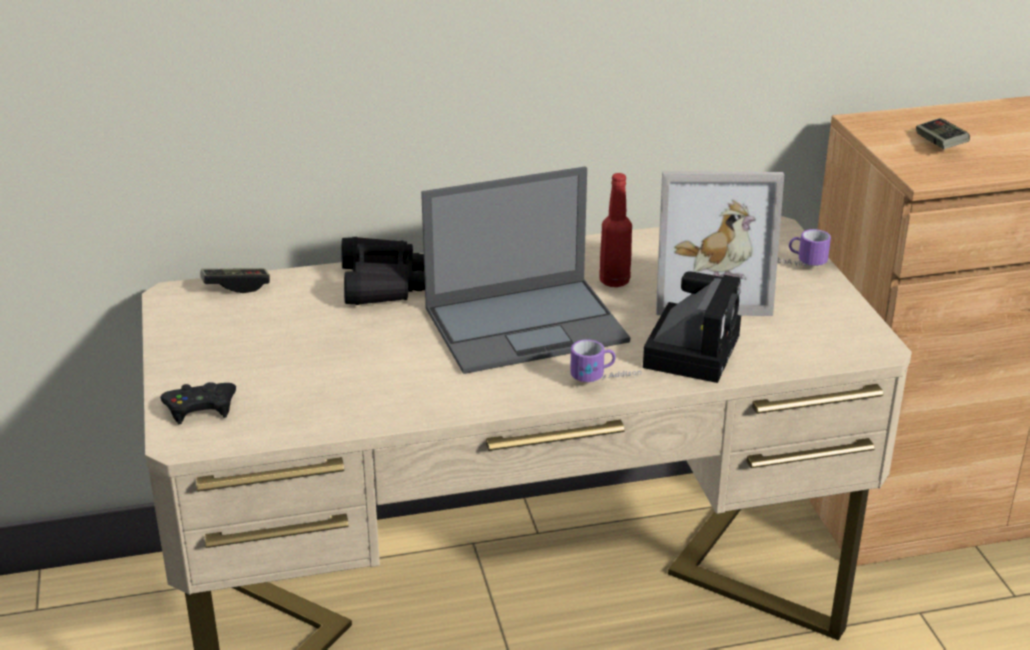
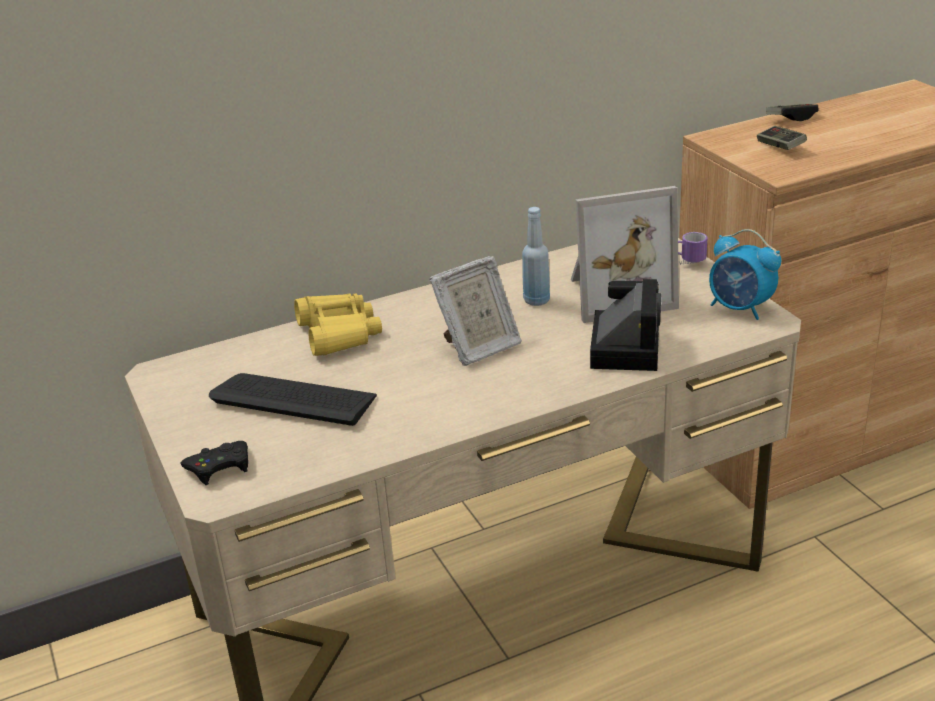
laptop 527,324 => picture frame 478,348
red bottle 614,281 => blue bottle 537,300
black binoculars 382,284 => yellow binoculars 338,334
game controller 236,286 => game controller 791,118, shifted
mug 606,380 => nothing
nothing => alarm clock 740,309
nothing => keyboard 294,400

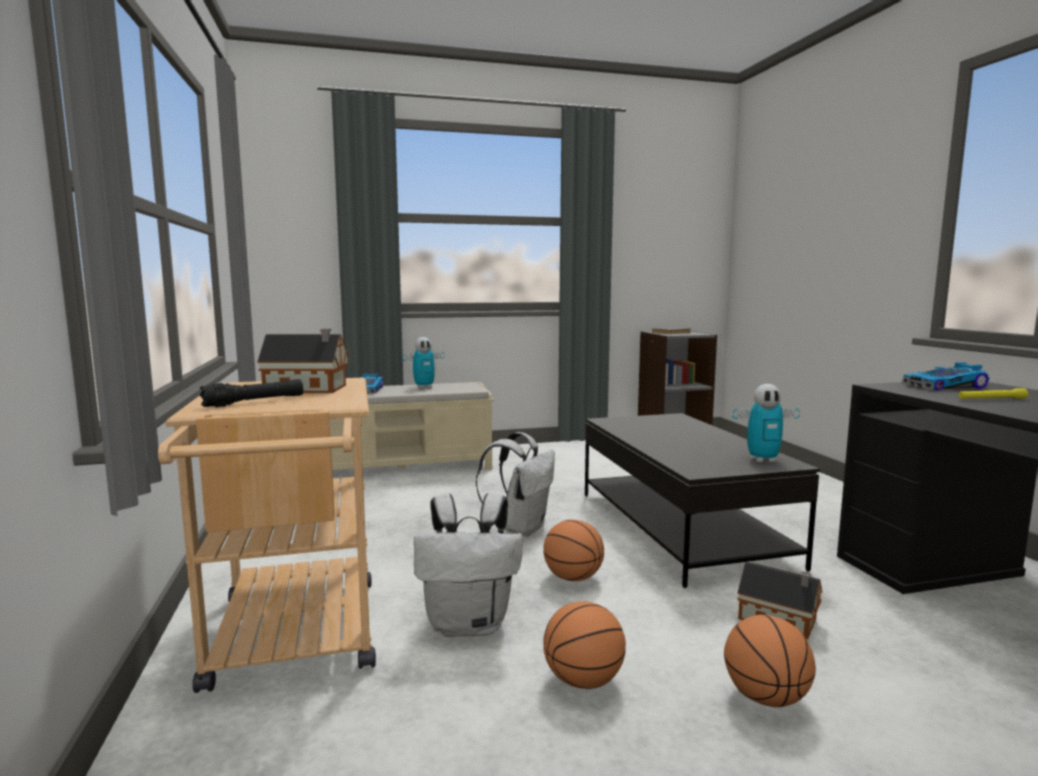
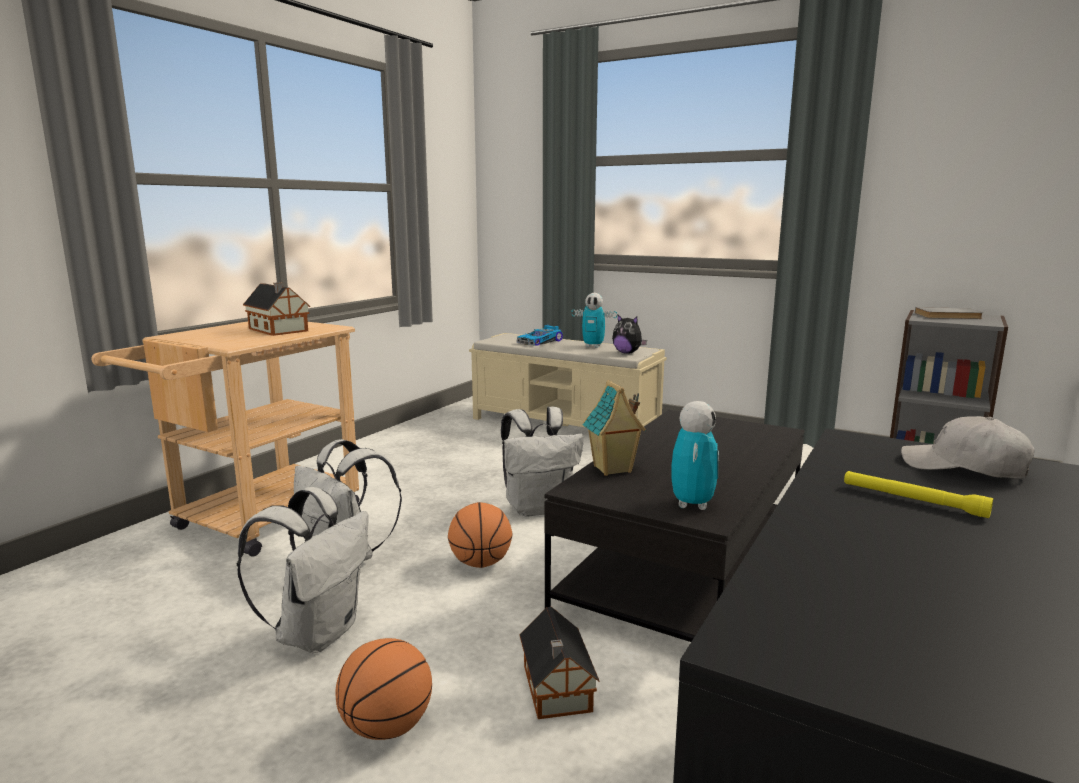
toy car 945,386 => white cap 964,467
black flashlight 254,402 => nothing
toy robot 763,460 => toy robot 692,504, 120 degrees counterclockwise
basketball 583,681 => white backpack 317,633
nothing => plush toy 627,353
nothing => toy house 612,469

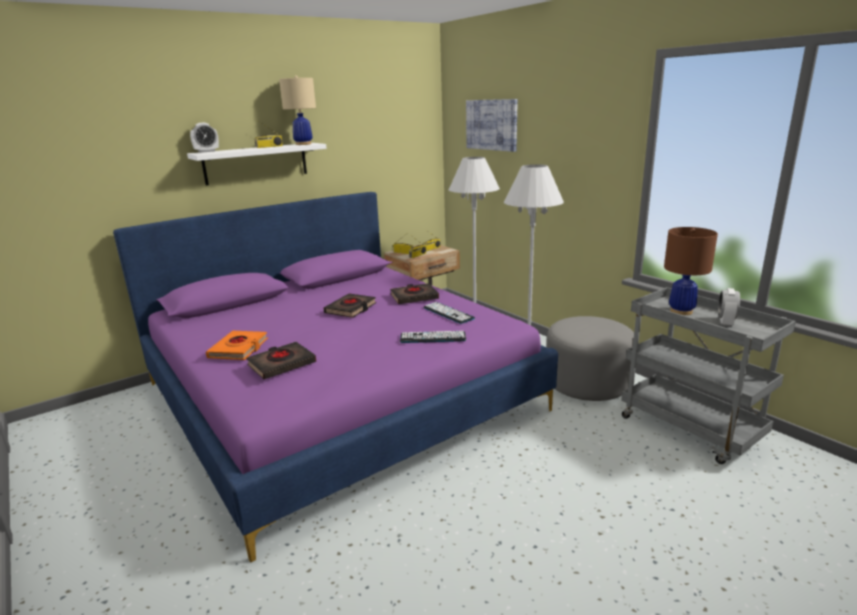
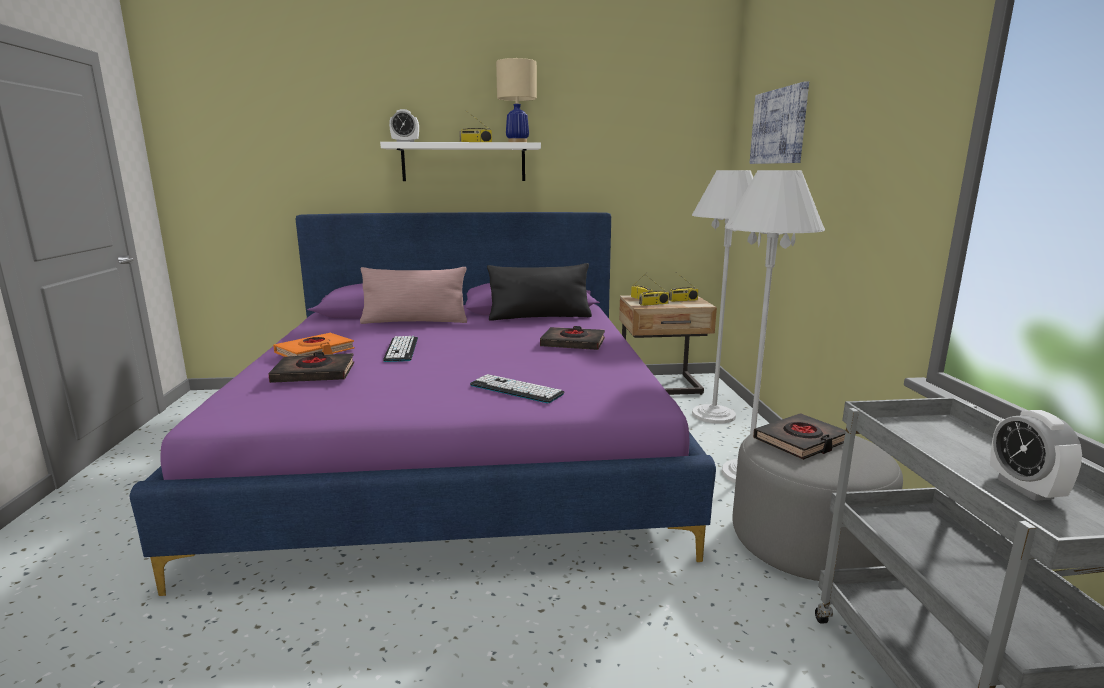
brown table lamp 681,311 => nothing
alarm clock 725,323 => alarm clock 1025,488, 60 degrees counterclockwise
black book 351,309 => black book 800,441, shifted
keyboard 448,313 => keyboard 401,349, shifted
nothing => black pillow 540,317
nothing => pink pillow 415,321

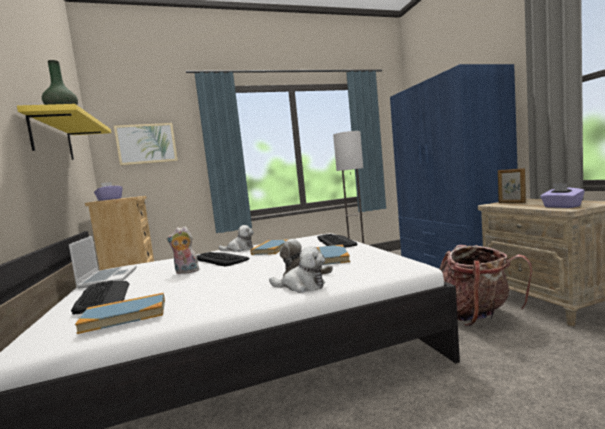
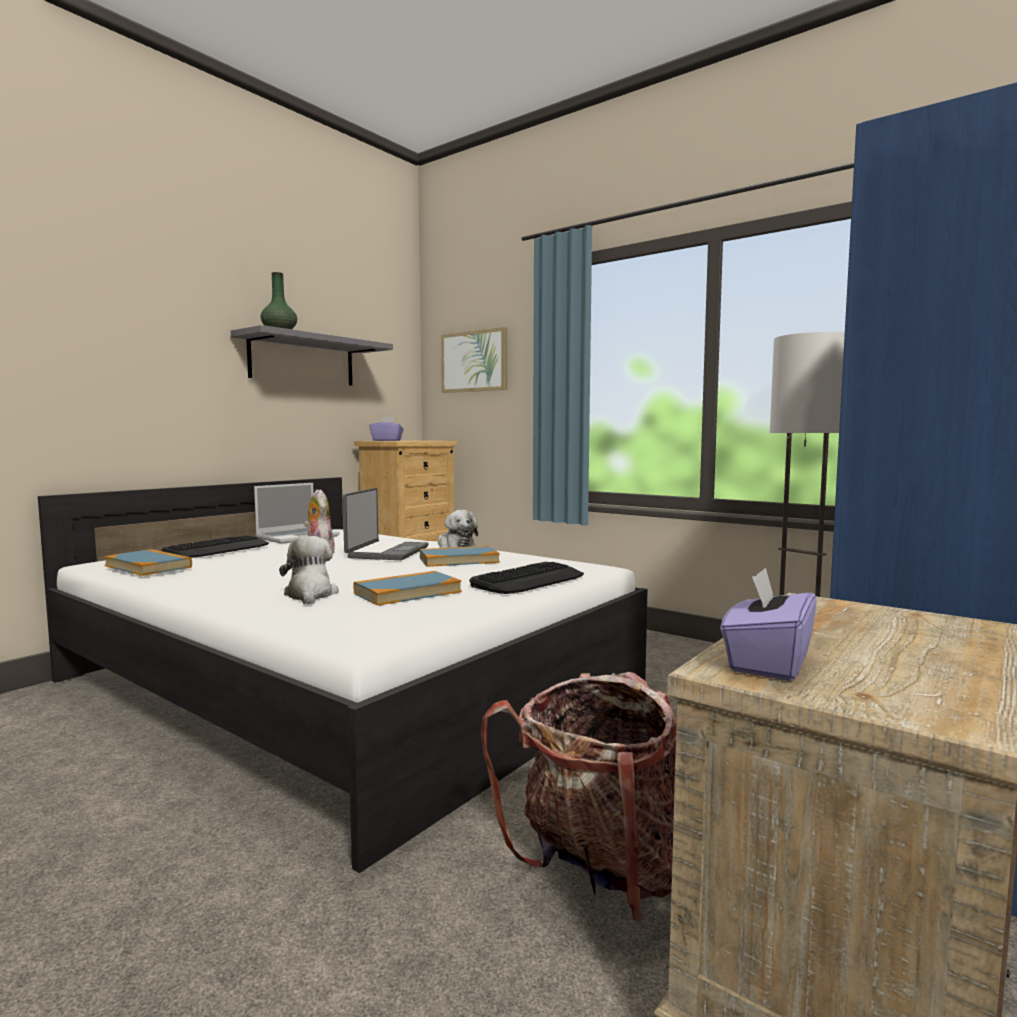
yellow shelf 52,138 => grey shelf 302,360
picture frame 511,203 => nothing
plush toy 302,286 => nothing
keyboard 221,259 => laptop 386,552

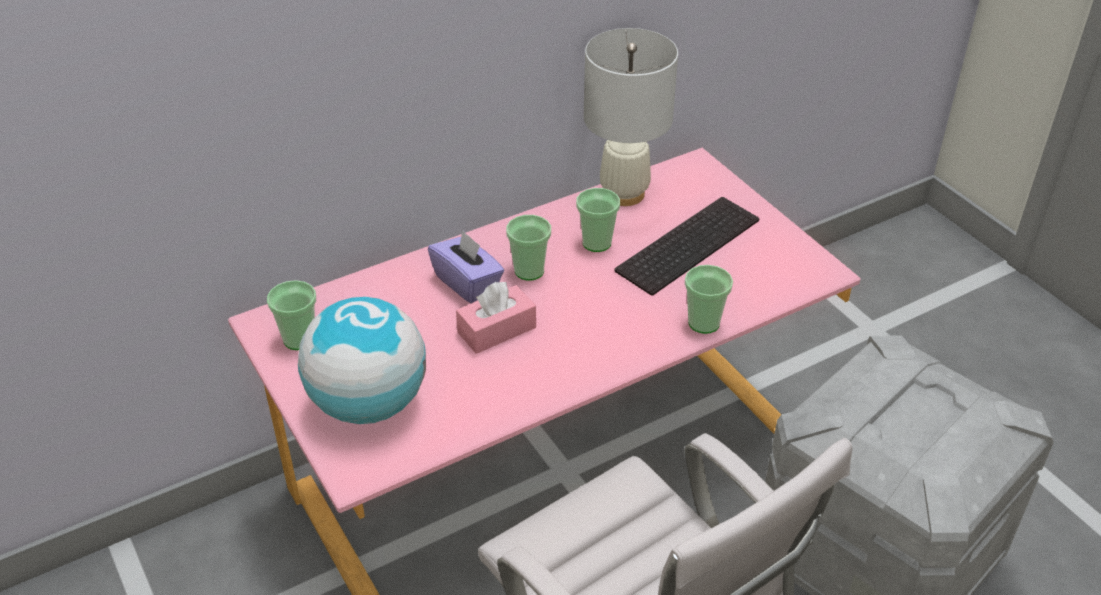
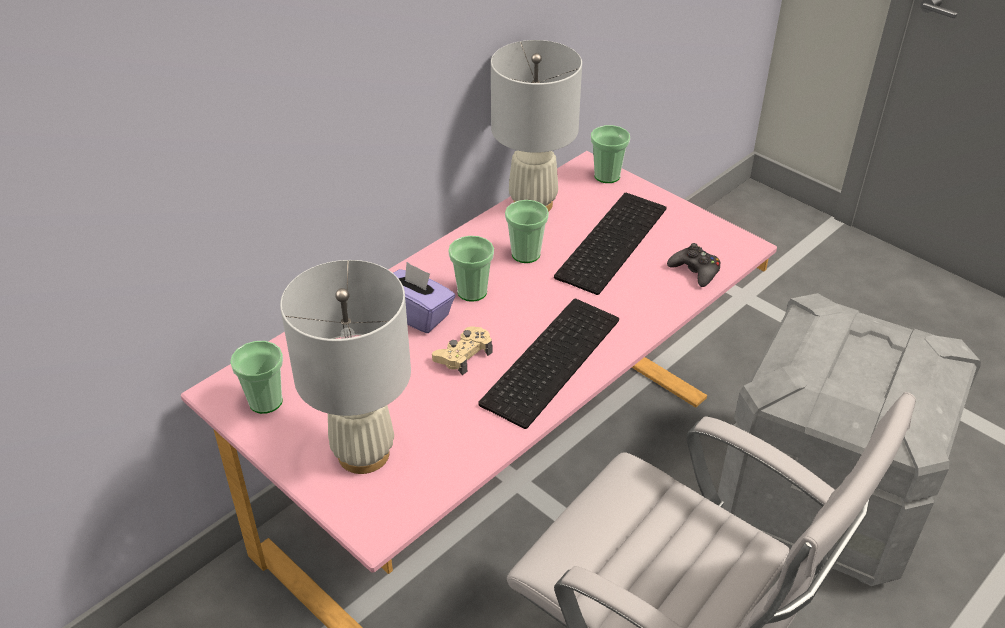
cup 704,323 => cup 607,176, shifted
pink tissue box 496,330 => beige game controller 463,355
globe 368,404 => white table lamp 363,453
nothing => black game controller 695,271
nothing => keyboard 549,358

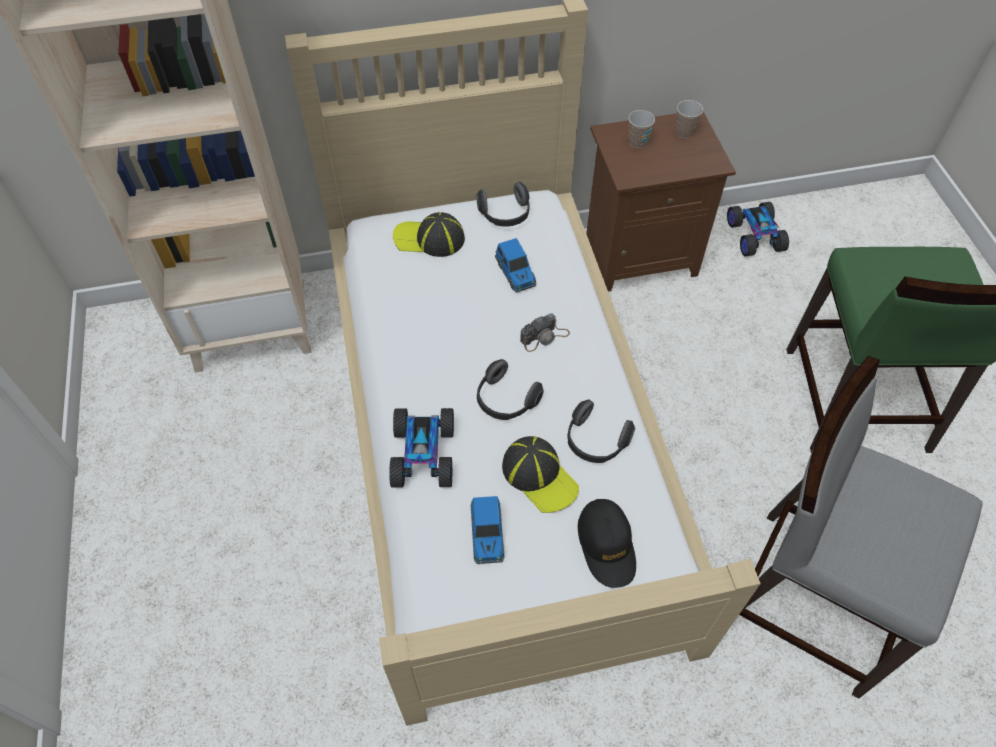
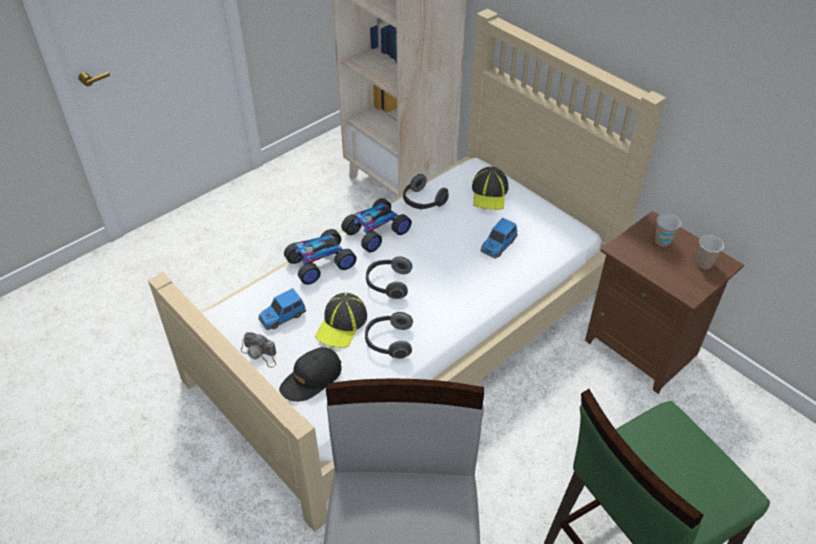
headphones 505,215 => headphones 422,202, shifted
toy car 755,235 => toy car 377,232, shifted
cap 429,239 => cap 489,193, 150 degrees counterclockwise
photo camera 544,337 => photo camera 260,354, shifted

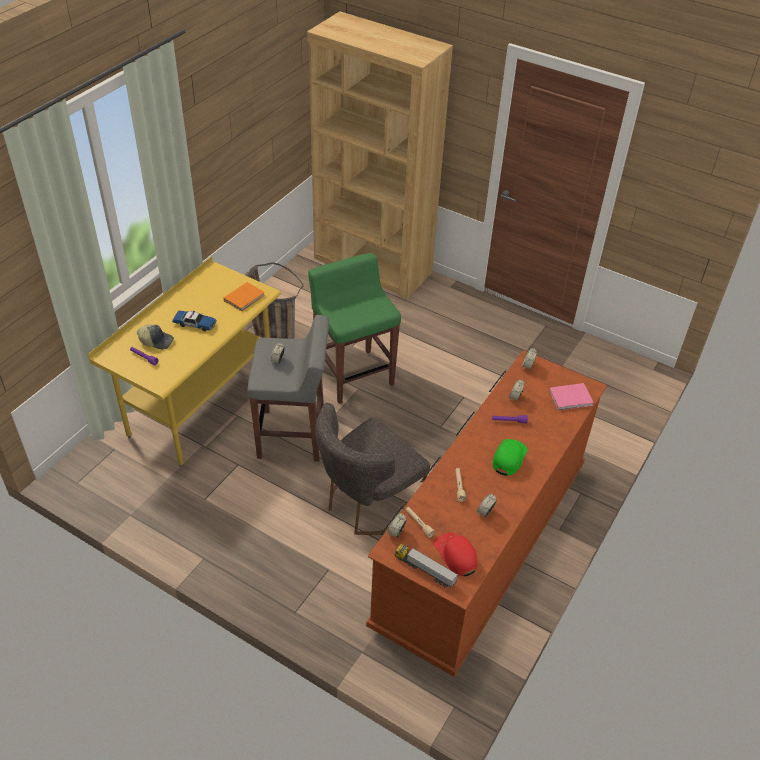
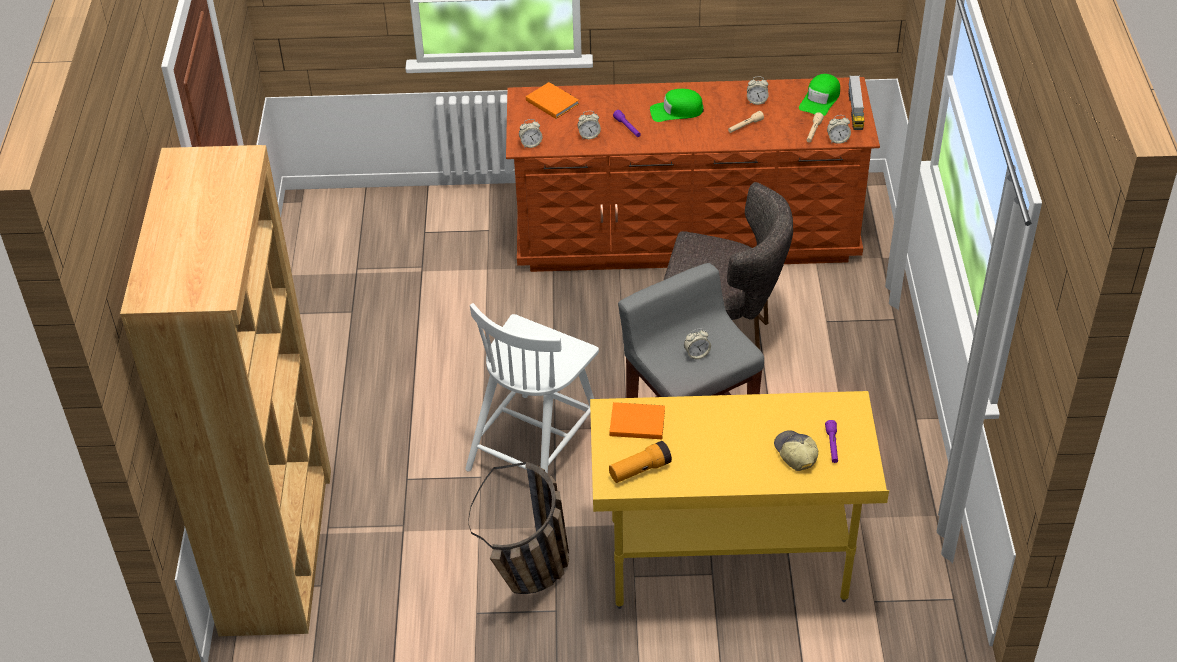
green stool 353,375 => white chair 535,446
toy car 195,324 => nothing
pink book 572,398 => orange book 552,101
red cap 455,555 => green cap 820,100
nothing => flashlight 639,470

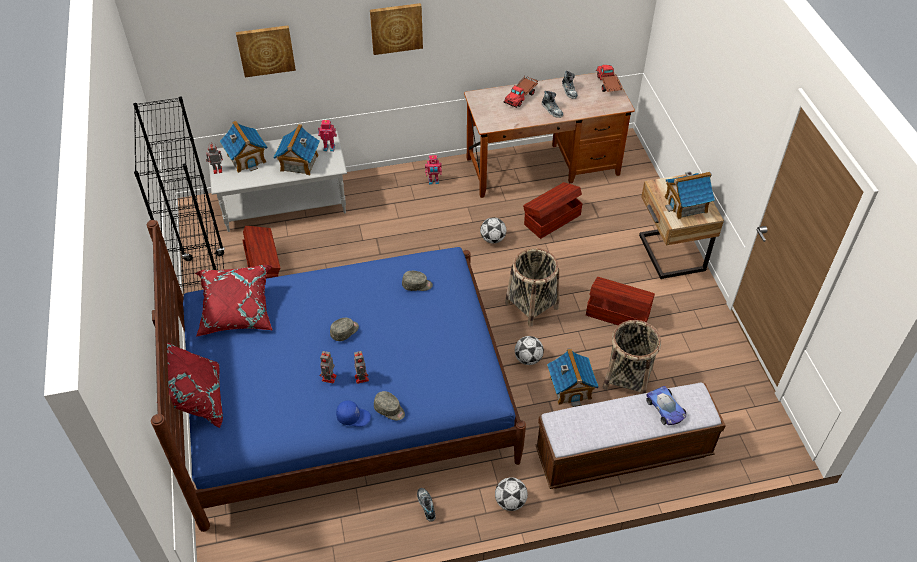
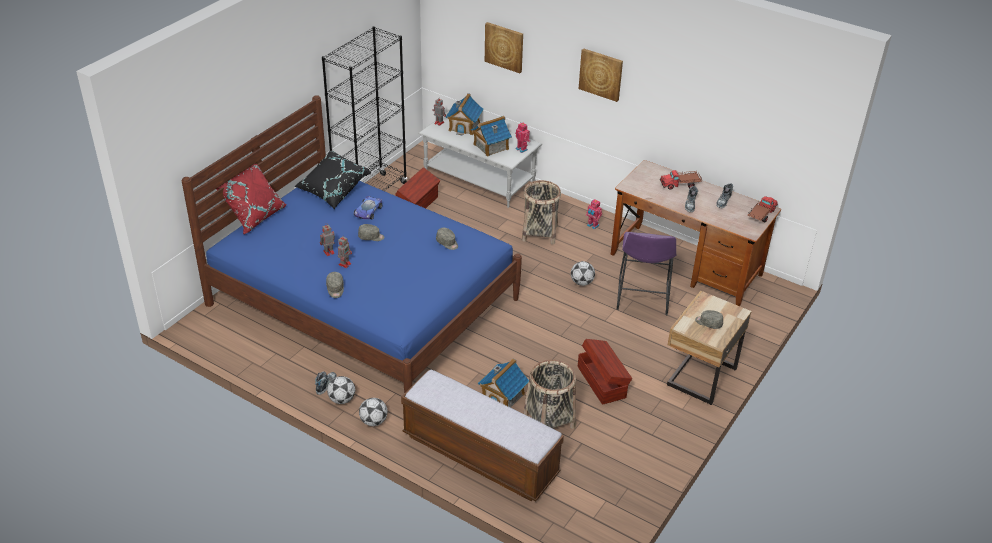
toy house 686,204 => grey cap 708,323
brown storage box 551,219 => purple stool 642,298
basket 532,305 => basket 540,233, shifted
red pillow 237,311 => black pillow 333,190
football 528,359 => football 342,399, shifted
toy car 665,409 => toy car 367,211, shifted
blue cap 353,416 => nothing

